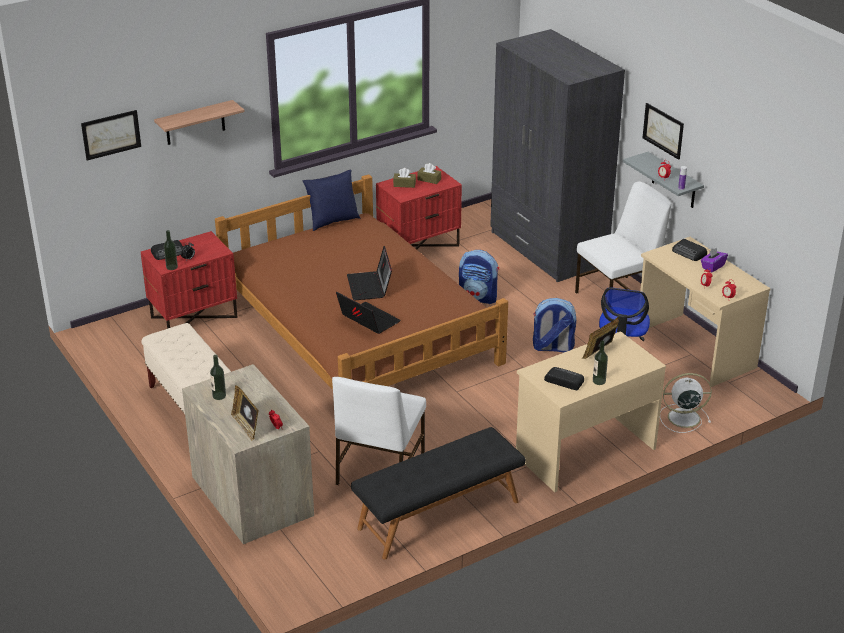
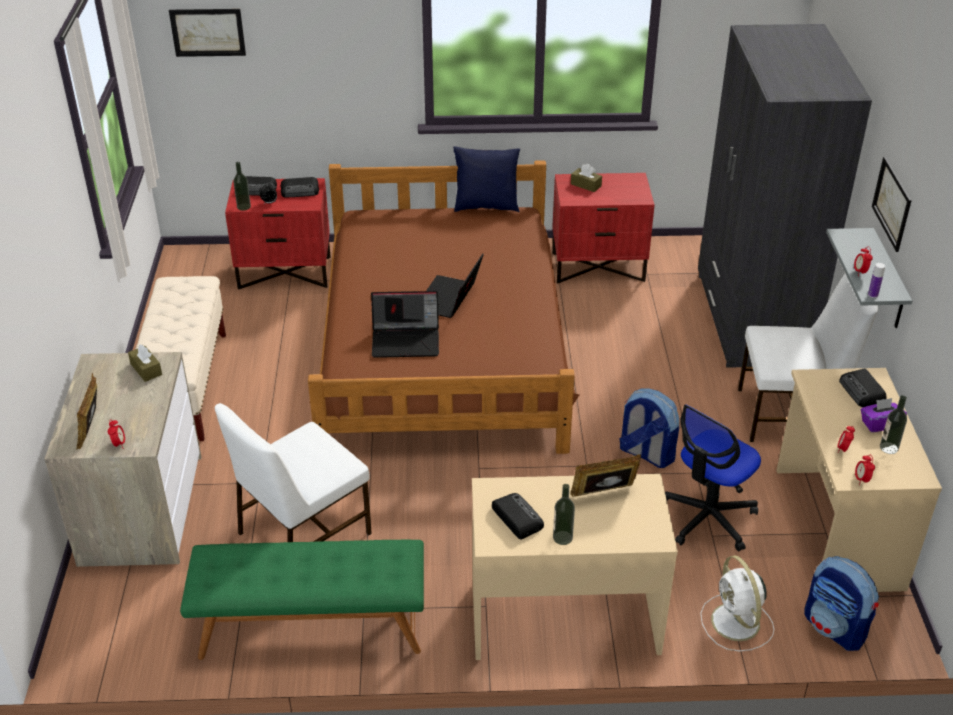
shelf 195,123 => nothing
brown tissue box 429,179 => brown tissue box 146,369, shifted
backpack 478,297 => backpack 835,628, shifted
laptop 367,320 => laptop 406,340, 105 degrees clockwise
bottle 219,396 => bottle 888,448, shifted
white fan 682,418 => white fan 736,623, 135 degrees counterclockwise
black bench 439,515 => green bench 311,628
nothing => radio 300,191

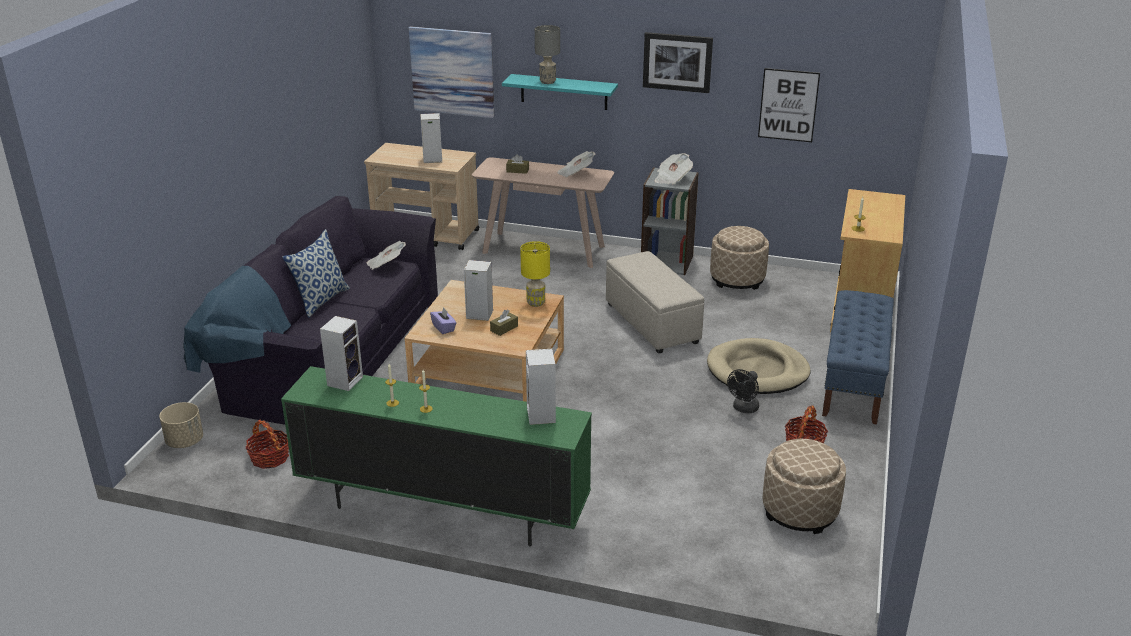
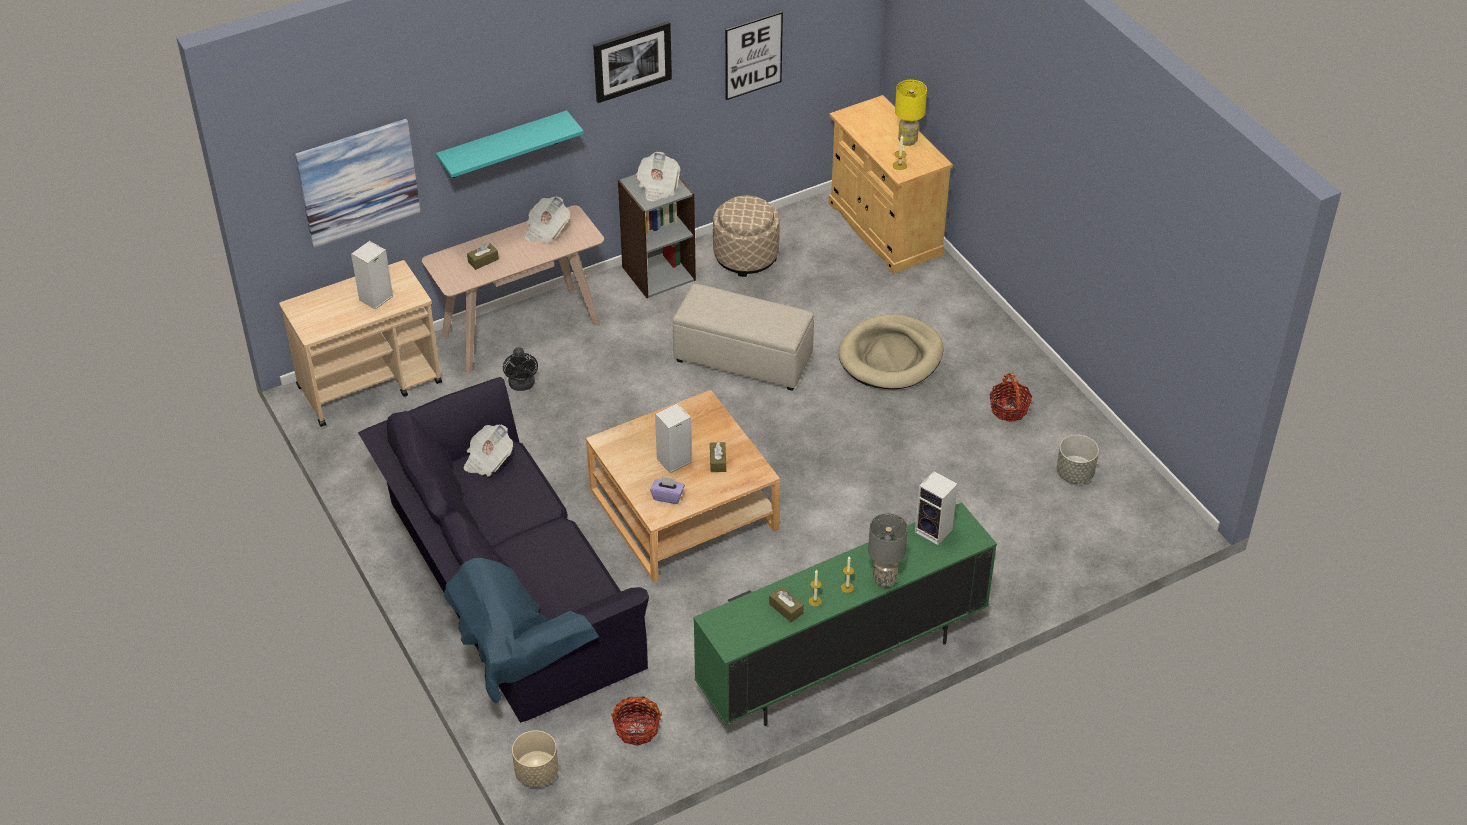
grey table lamp 547,82 => grey table lamp 883,579, shifted
pillow 321,300 => nothing
yellow table lamp 535,303 => yellow table lamp 907,141, shifted
blue bench 853,381 => nothing
speaker 345,380 => nothing
black fan 744,409 => black fan 522,385, shifted
beige ottoman 800,510 => grey planter 1075,473
nothing => brown tissue box 786,609

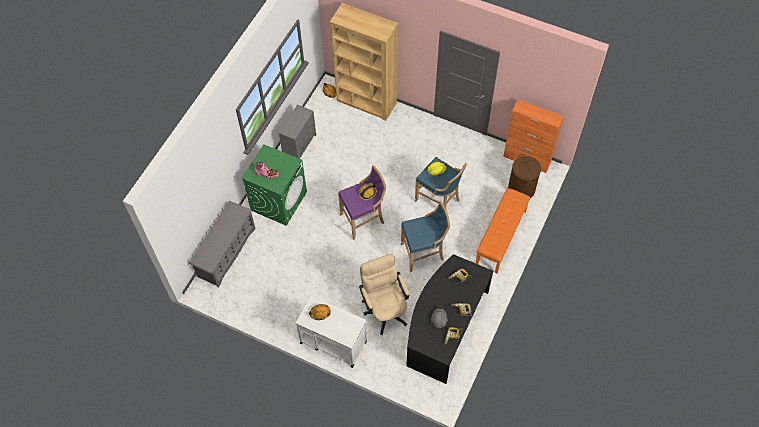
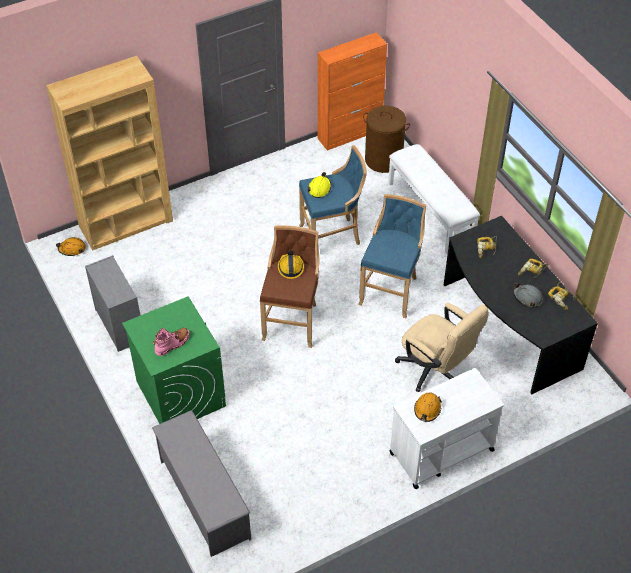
purple stool 364,219 => brown stool 292,321
orange bench 501,237 => white bench 431,212
beige office chair 385,308 => beige office chair 436,371, 150 degrees counterclockwise

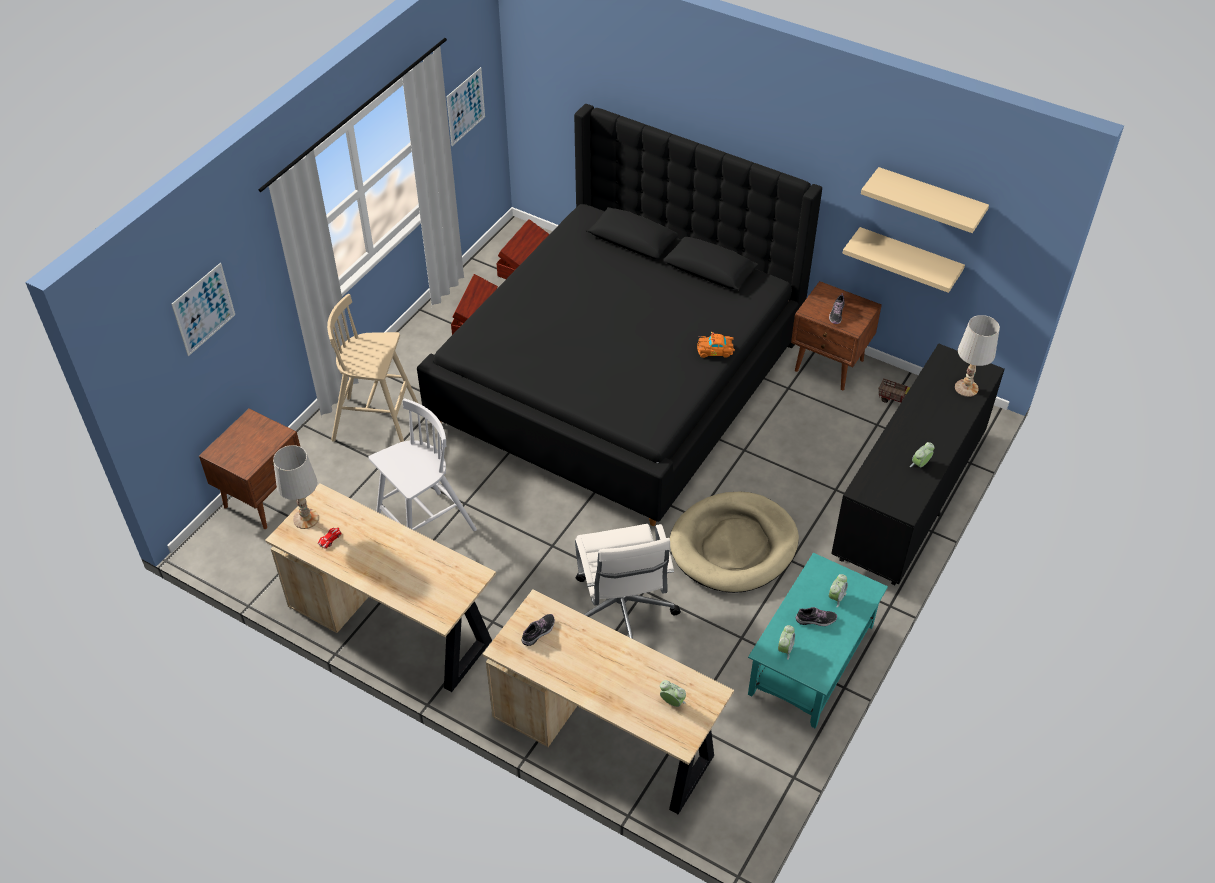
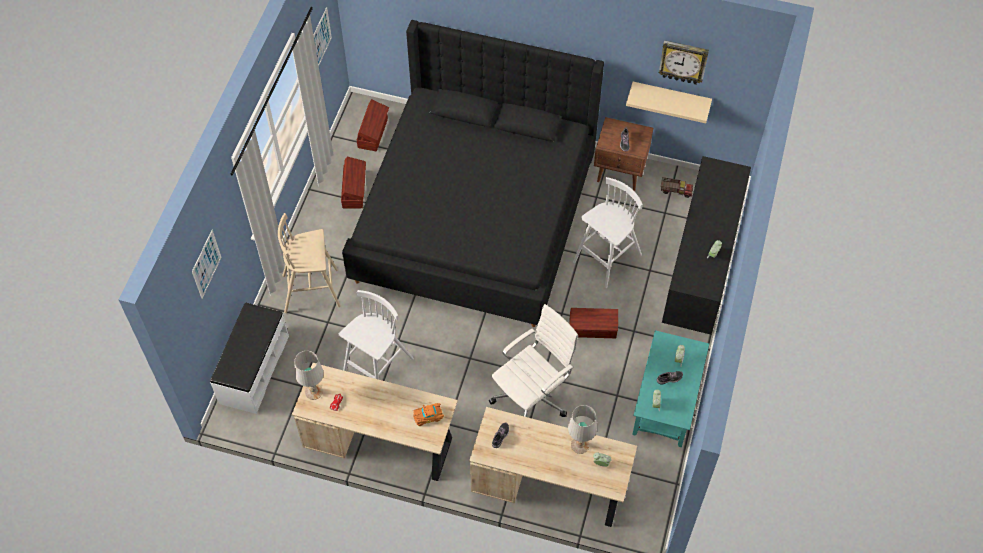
beige shelf 930,199 => wall clock 683,61
white table lamp 966,388 => white table lamp 579,445, shifted
orange toy car 716,350 => orange toy car 429,416, shifted
brown nightstand 264,498 => white bench 253,369
beige dog bed 734,545 => brown storage box 593,329
white office chair 621,612 => white office chair 532,396, 105 degrees counterclockwise
nothing => white stool 606,259

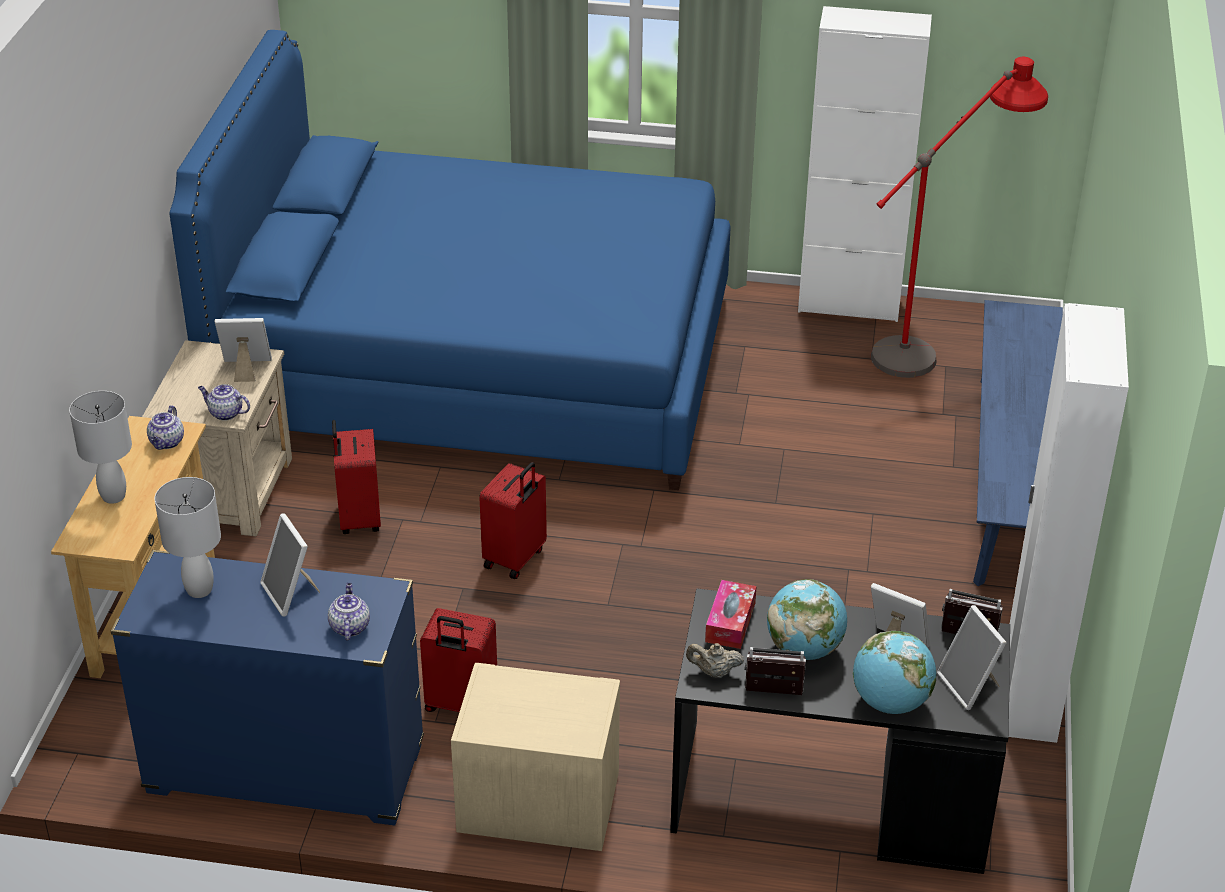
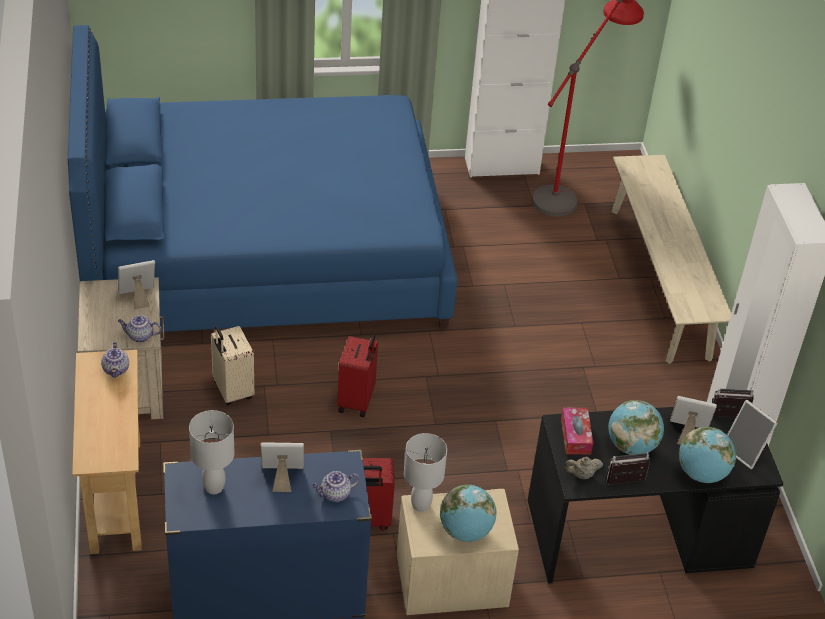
blue bench 1011,479 => beige bench 659,281
white table lamp 113,495 => white table lamp 420,504, shifted
red suitcase 358,519 => beige suitcase 231,391
picture frame 291,594 => picture frame 281,477, 135 degrees clockwise
teapot 349,627 => teapot 335,494, 90 degrees counterclockwise
nothing => globe 465,531

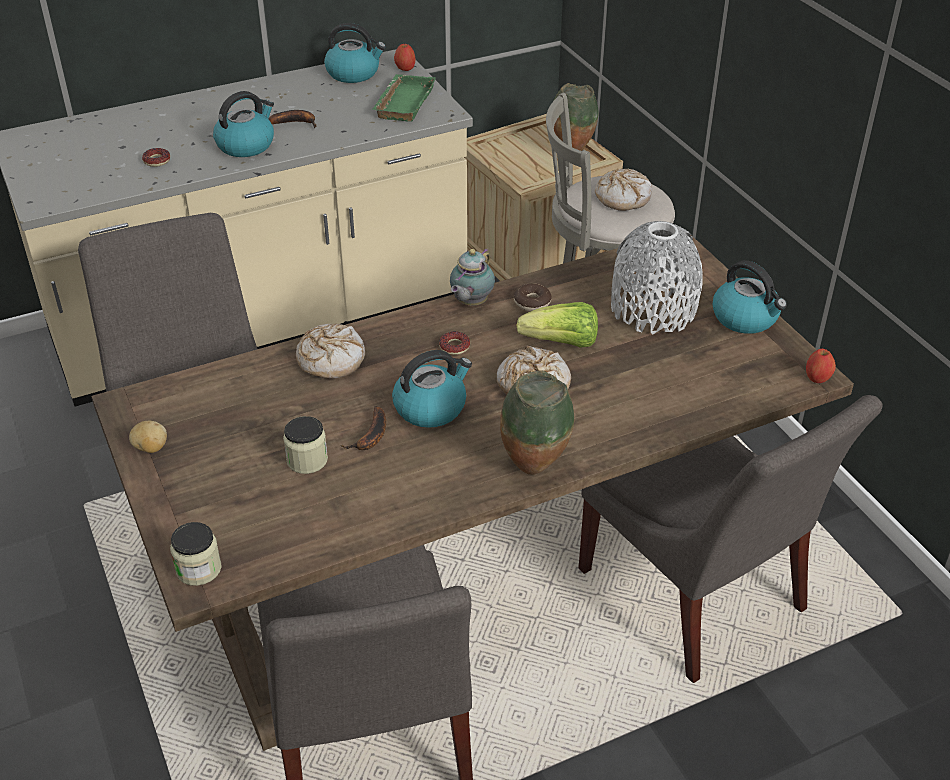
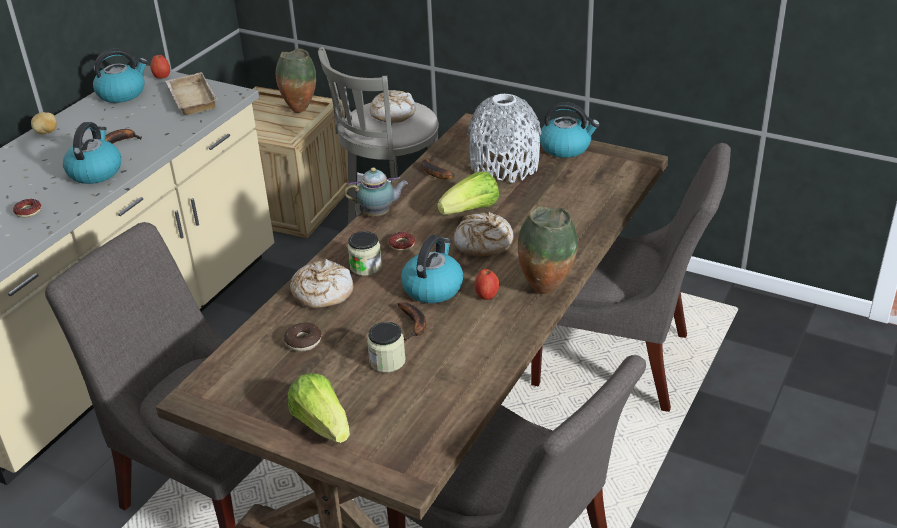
green tray 403,102 => beige tray 190,99
teapot 470,303 => teapot 379,214, 90 degrees counterclockwise
donut 532,302 => donut 303,341, shifted
apple 817,378 => apple 487,296, shifted
potato 150,448 => potato 46,132, shifted
jar 199,569 => jar 366,267, shifted
nothing => banana 433,172
nothing => lettuce 322,424

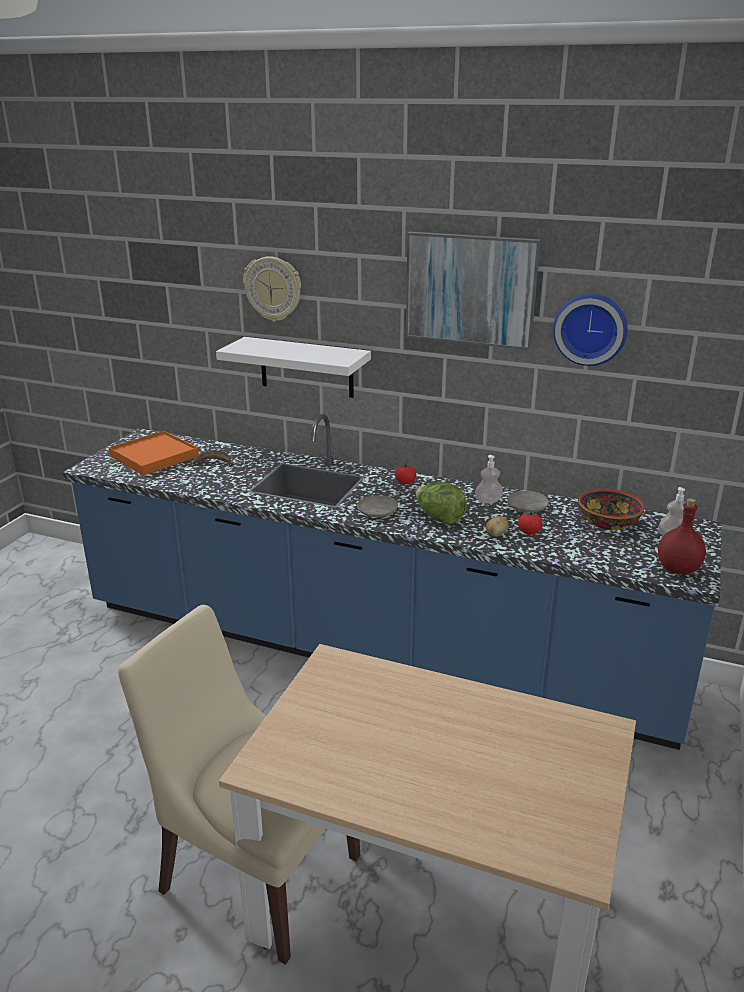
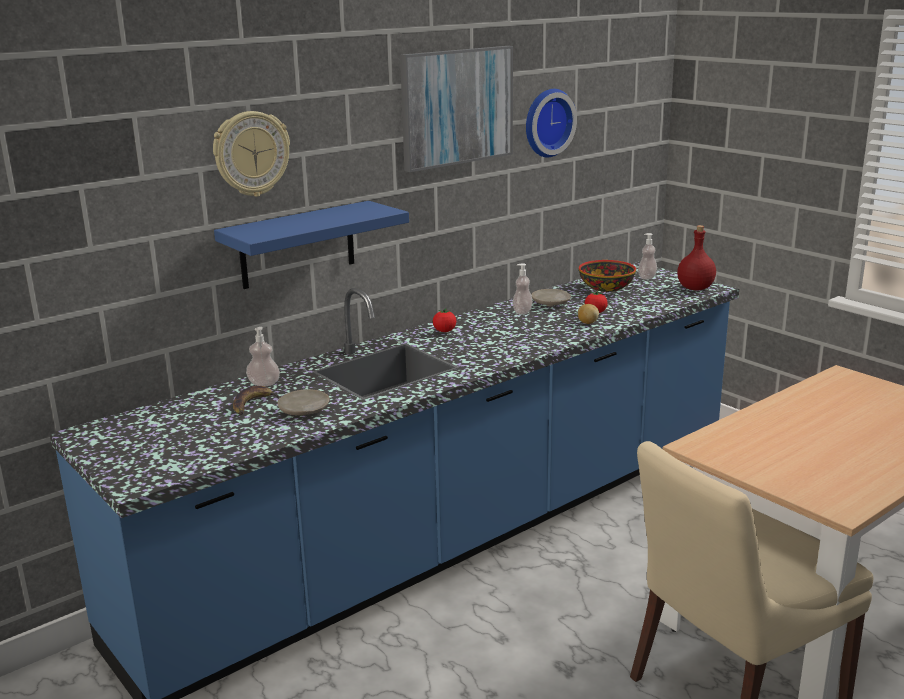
white shelf 306,367 => blue shelf 297,245
orange tray 154,456 => nothing
lettuce 439,518 => nothing
beige plate 377,512 => beige plate 304,411, shifted
nothing => soap dispenser 264,384

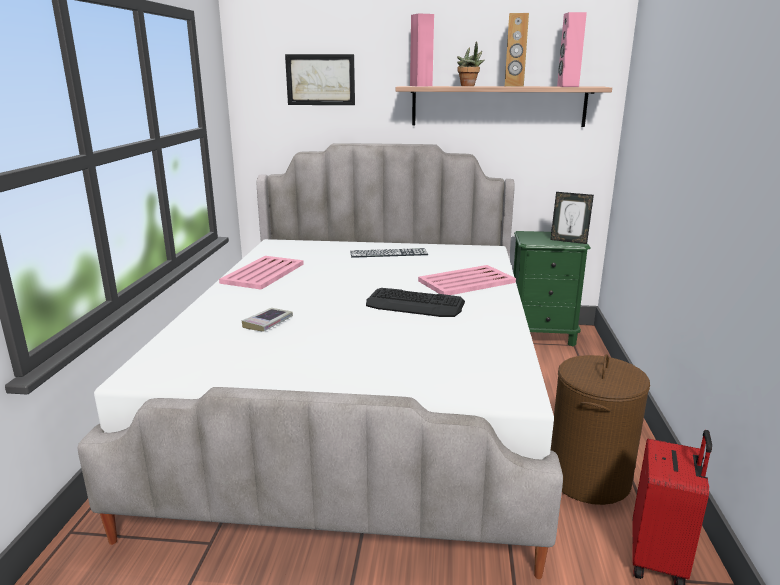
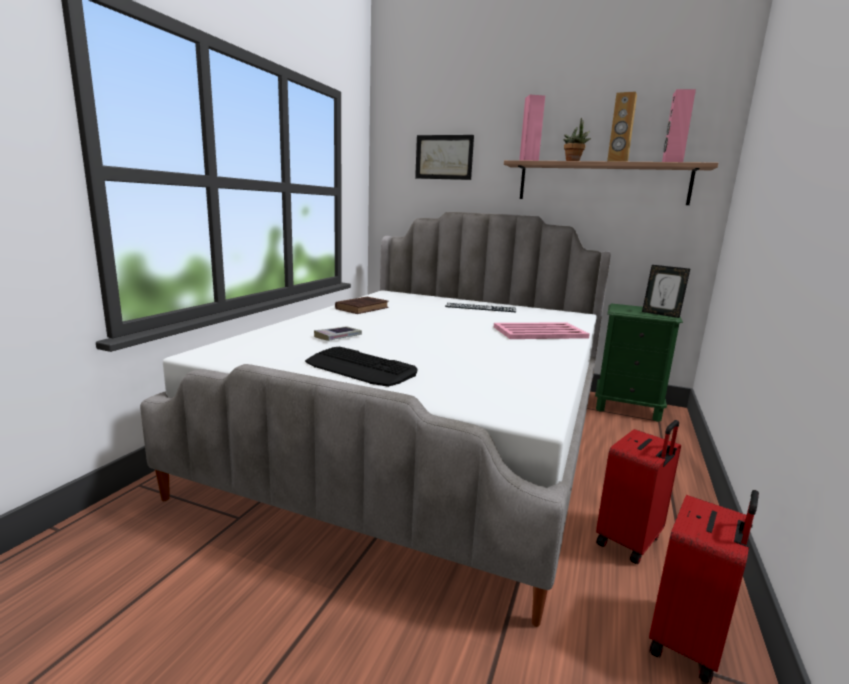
pink tray 264,273 => brown book 363,308
keyboard 415,304 => keyboard 360,368, shifted
brown laundry basket 588,479 => red suitcase 630,541

